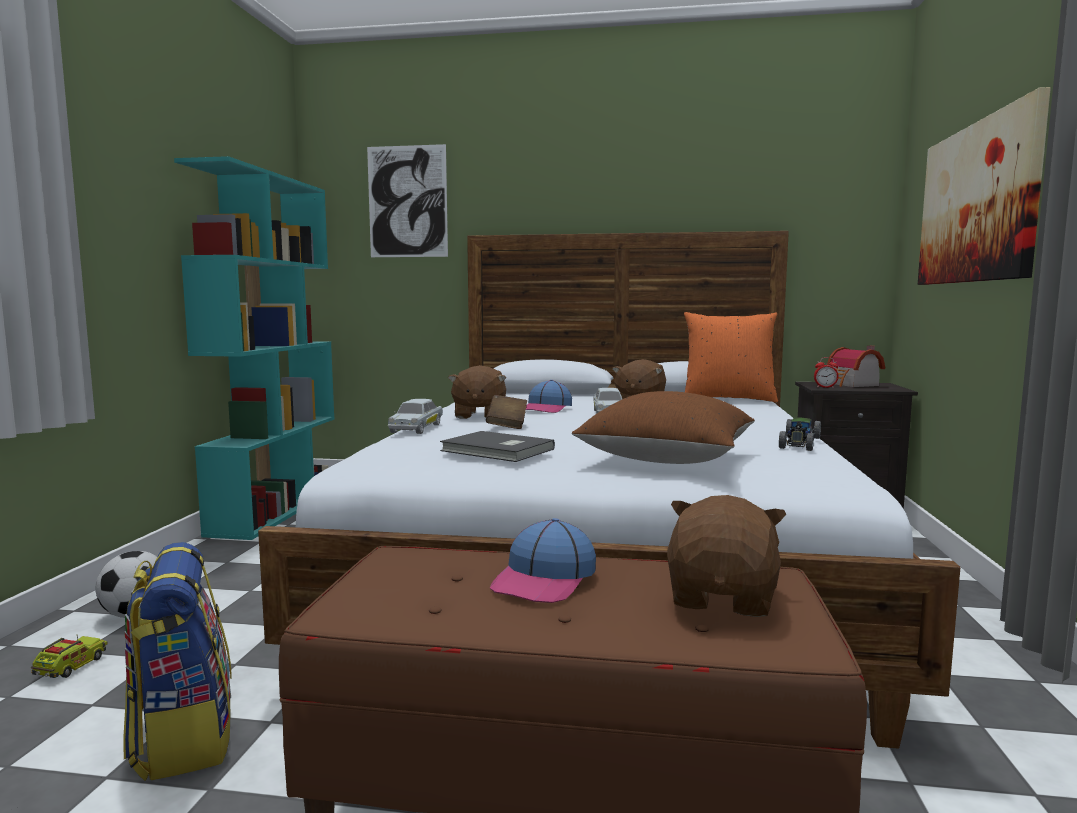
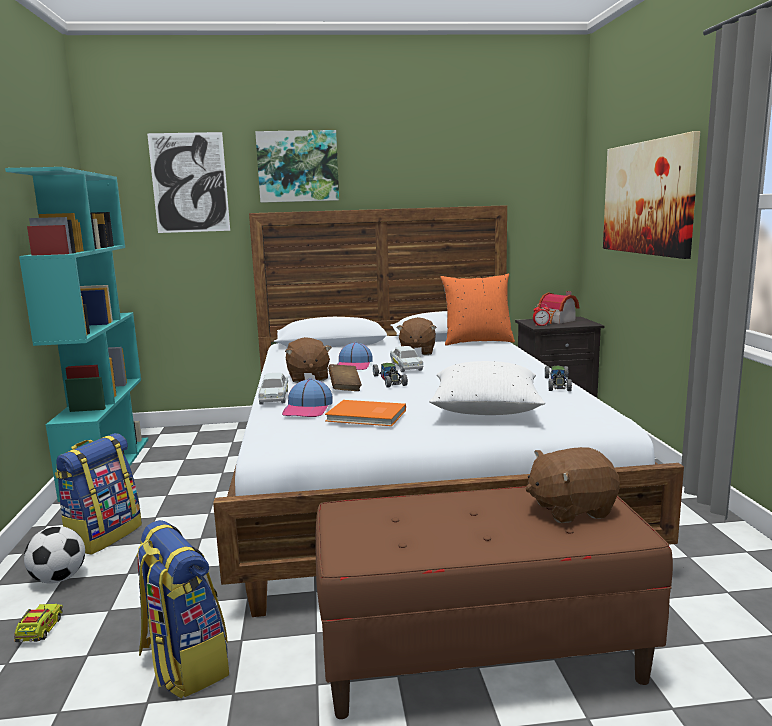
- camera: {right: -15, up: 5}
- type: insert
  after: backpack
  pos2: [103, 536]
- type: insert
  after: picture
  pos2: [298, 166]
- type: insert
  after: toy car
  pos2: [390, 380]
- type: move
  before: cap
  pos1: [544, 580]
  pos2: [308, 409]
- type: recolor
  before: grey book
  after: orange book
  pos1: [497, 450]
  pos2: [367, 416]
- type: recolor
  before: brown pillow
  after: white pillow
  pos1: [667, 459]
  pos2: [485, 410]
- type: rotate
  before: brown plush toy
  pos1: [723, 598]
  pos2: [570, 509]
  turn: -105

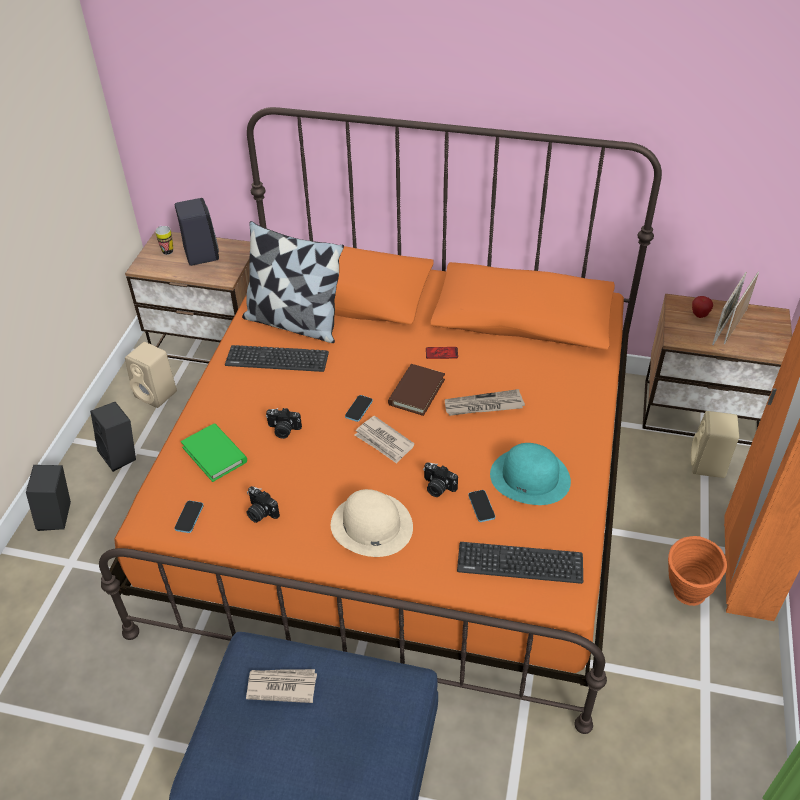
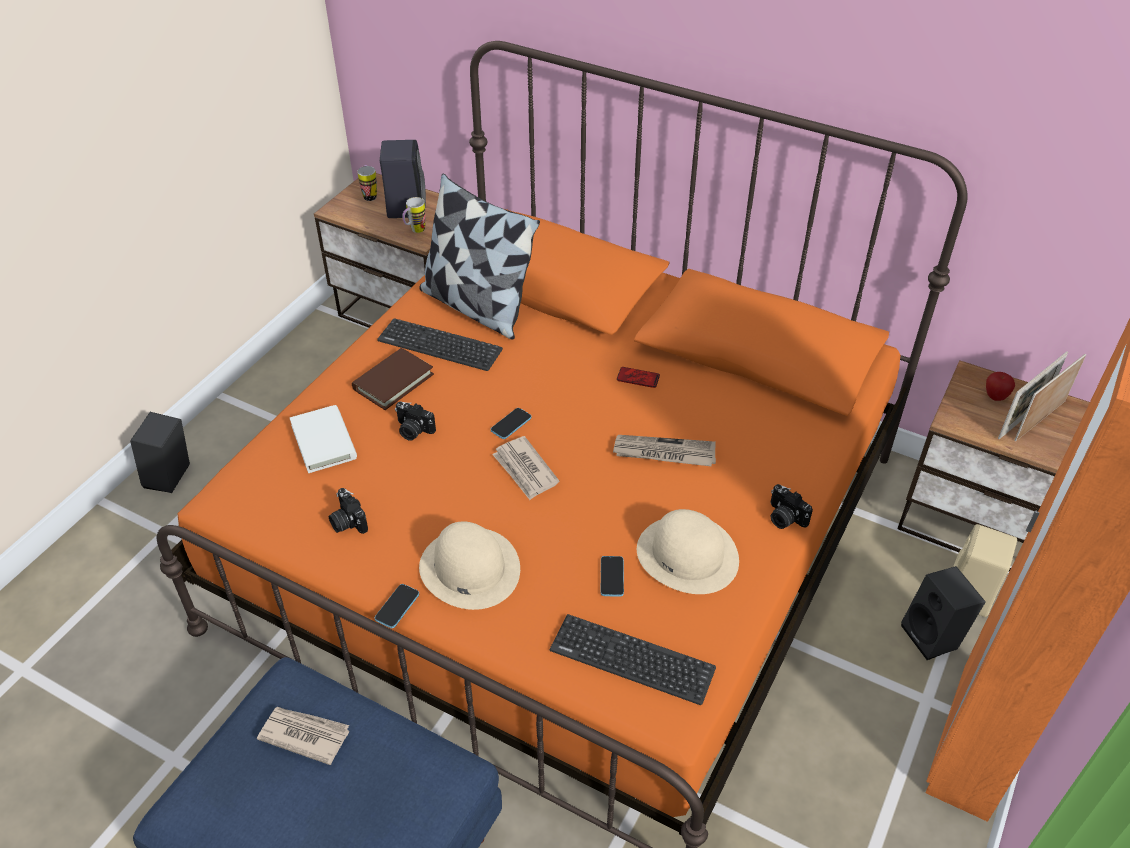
- camera: {right: 15, up: 0}
- type: delete
  before: beige speaker
  pos1: [157, 394]
- type: delete
  before: orange vase
  pos1: [684, 597]
- type: insert
  after: mug
  pos2: [415, 231]
- type: move
  before: black speaker
  pos1: [121, 455]
  pos2: [934, 637]
- type: move
  before: phone
  pos1: [189, 517]
  pos2: [397, 607]
- type: move
  before: brown book
  pos1: [416, 392]
  pos2: [393, 381]
- type: move
  before: photo camera
  pos1: [437, 487]
  pos2: [784, 518]
- type: recolor
  before: green book
  after: white book
  pos1: [214, 454]
  pos2: [324, 442]
- type: recolor
  before: turquoise hat
  after: beige hat
  pos1: [530, 477]
  pos2: [688, 555]

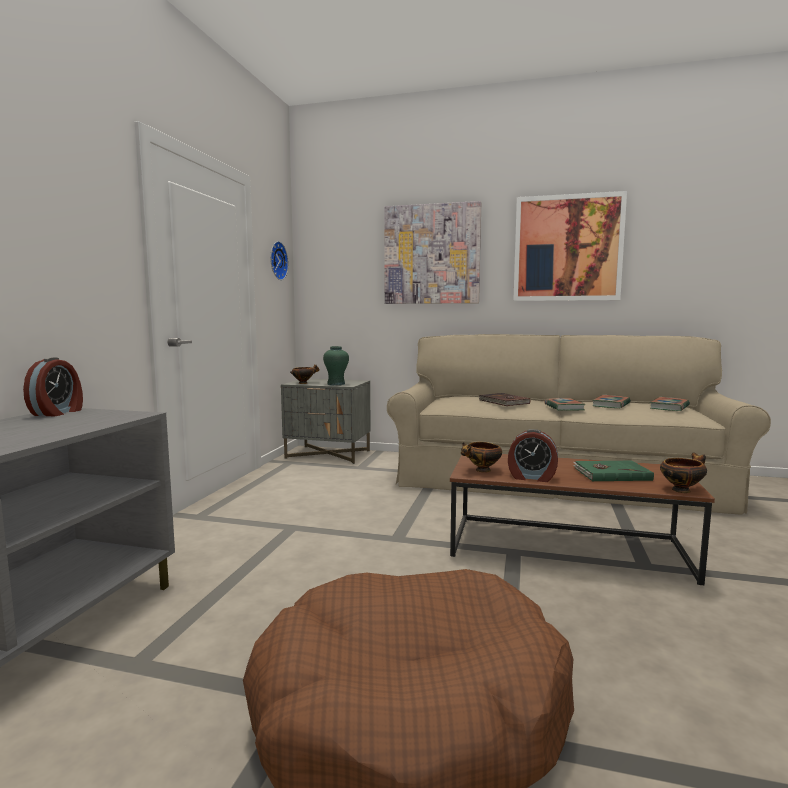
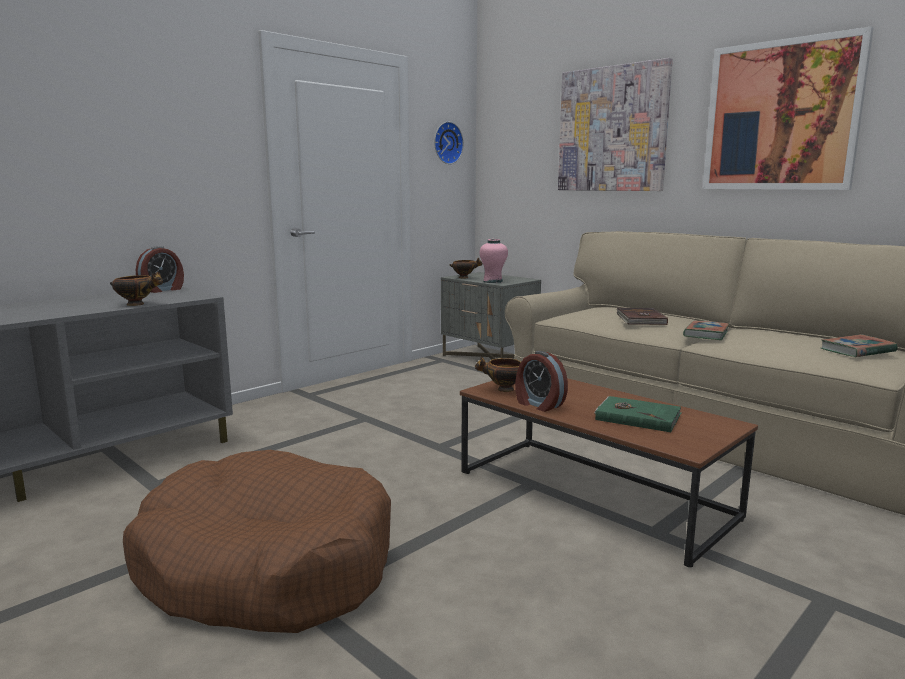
- camera: {right: 30, up: 5}
- type: delete
  before: book
  pos1: [611, 405]
- type: move
  before: bowl
  pos1: [682, 490]
  pos2: [137, 304]
- type: recolor
  before: green vase
  after: pink vase
  pos1: [336, 384]
  pos2: [493, 281]

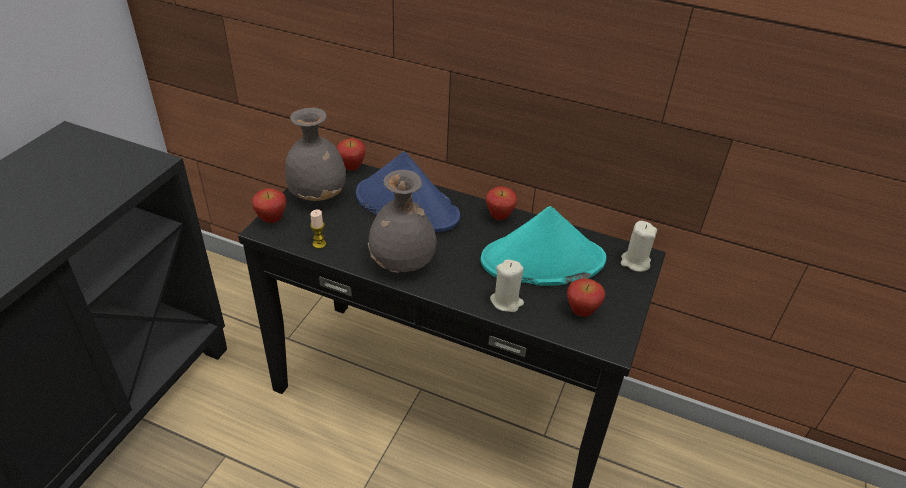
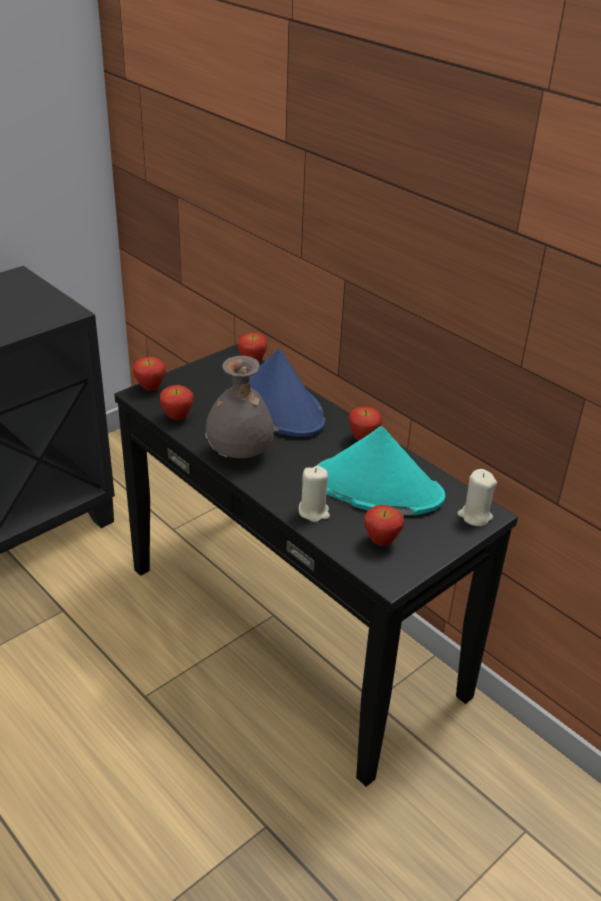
- camera: {right: 25, up: -5}
- type: delete
  before: grey vase
  pos1: [319, 195]
- type: replace
  before: candle
  after: apple
  pos1: [319, 244]
  pos2: [177, 418]

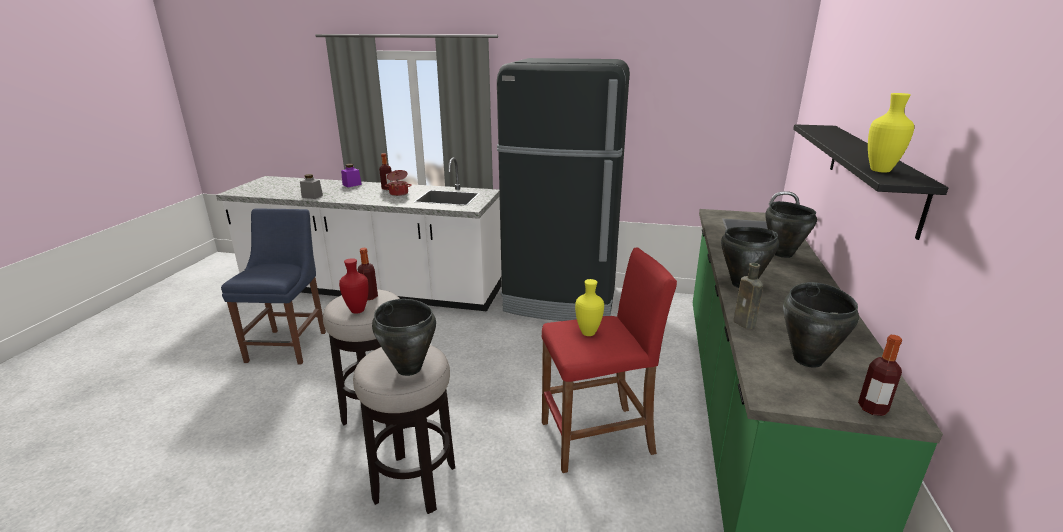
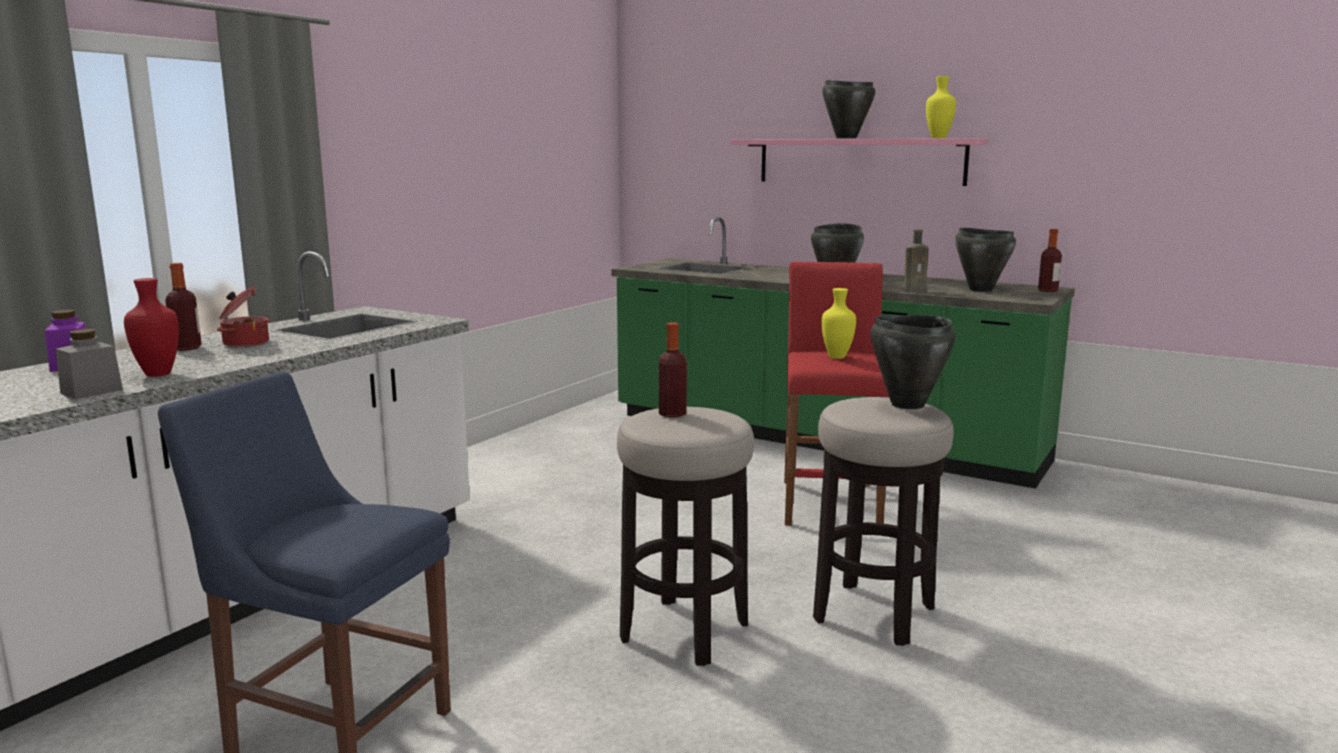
- camera: {right: -70, up: -10}
- type: delete
  before: black fridge
  pos1: [561, 300]
- type: move
  before: red vase
  pos1: [357, 310]
  pos2: [156, 374]
- type: move
  before: black cooking pot
  pos1: [782, 254]
  pos2: [845, 138]
- type: recolor
  before: black shelf
  after: pink shelf
  pos1: [872, 173]
  pos2: [859, 161]

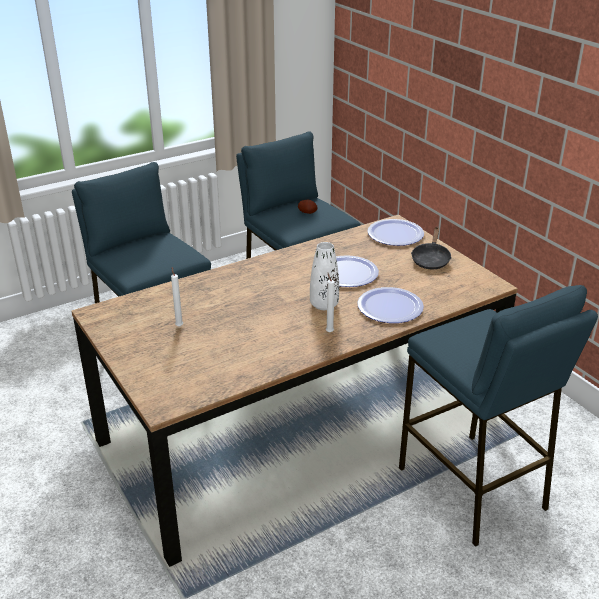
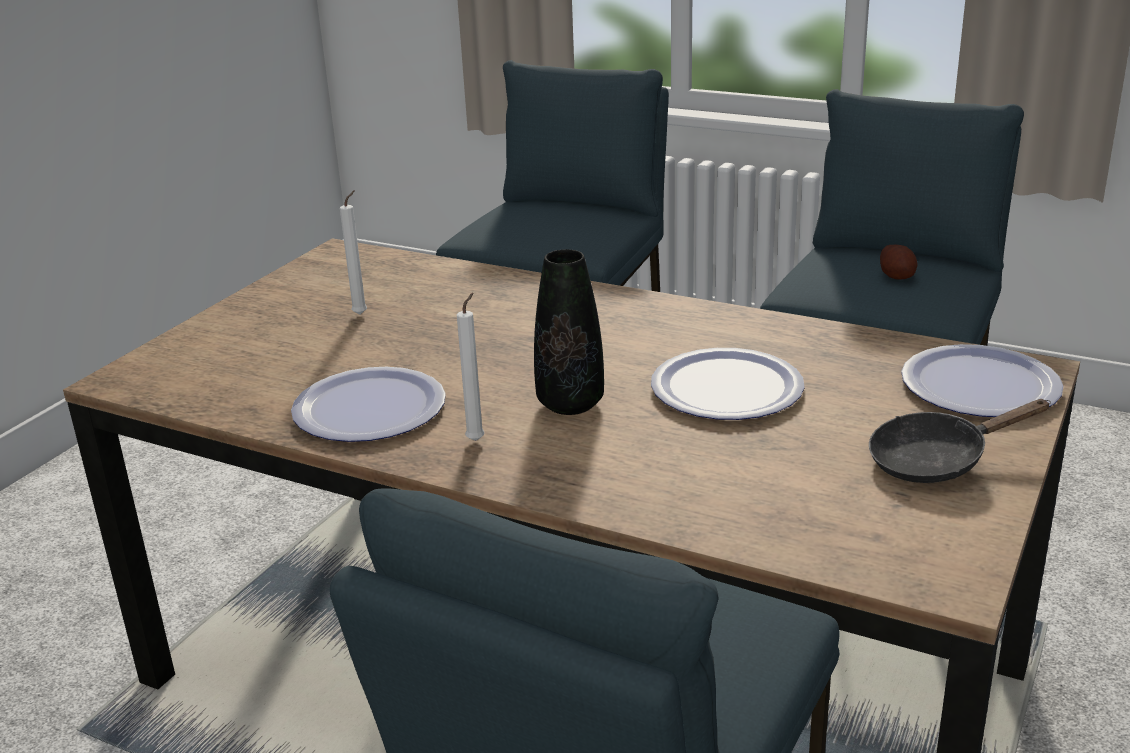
- camera: {right: 60, up: -5}
- type: move
  before: plate
  pos1: [390, 307]
  pos2: [369, 408]
- type: recolor
  before: white vase
  after: black vase
  pos1: [324, 305]
  pos2: [570, 404]

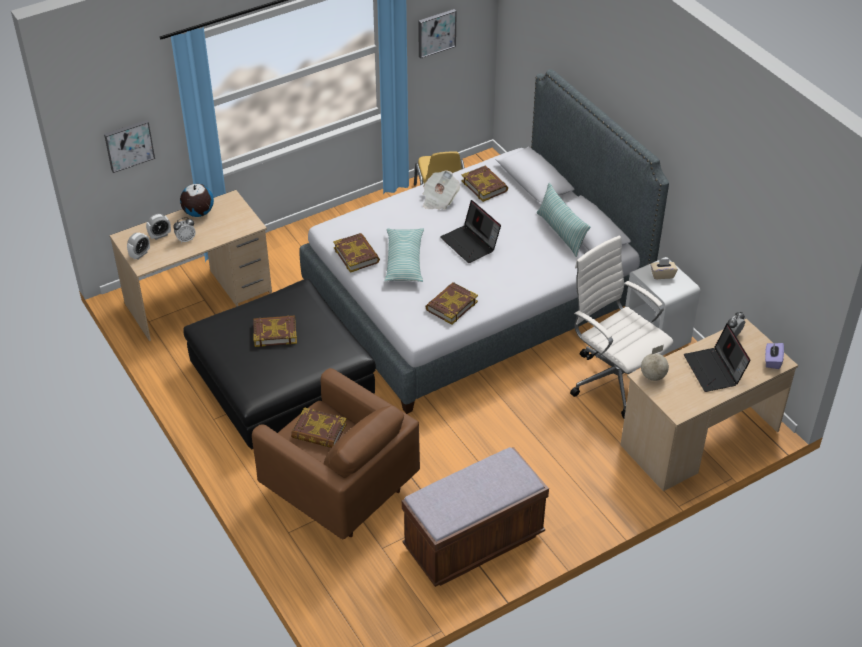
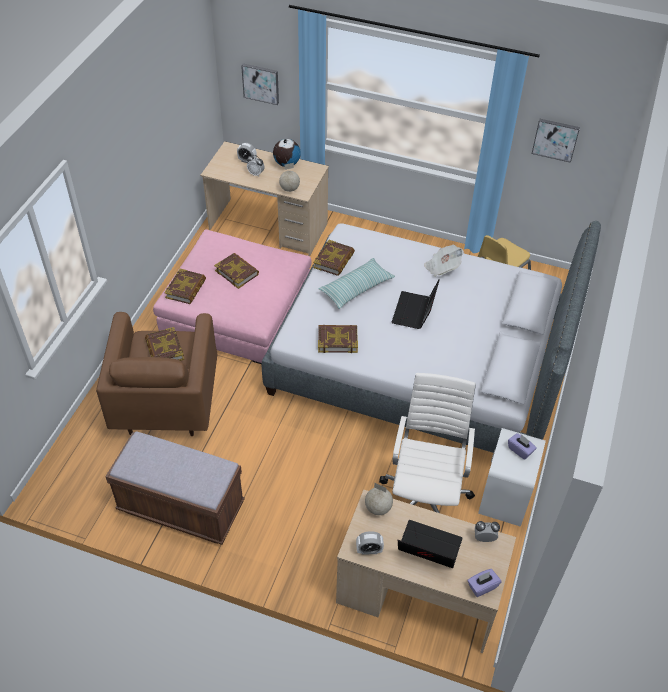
- camera: {right: 50, up: 5}
- type: delete
  before: pillow
  pos1: [561, 233]
- type: insert
  after: globe
  pos2: [290, 189]
- type: move
  before: alarm clock
  pos1: [140, 254]
  pos2: [369, 550]
- type: move
  before: book
  pos1: [484, 186]
  pos2: [186, 289]
- type: recolor
  before: black ottoman
  after: pink ottoman
  pos1: [281, 380]
  pos2: [237, 311]
- type: recolor
  before: beige tissue box
  after: purple tissue box
  pos1: [662, 274]
  pos2: [520, 450]
- type: rotate
  before: laptop
  pos1: [714, 370]
  pos2: [427, 548]
  turn: 75

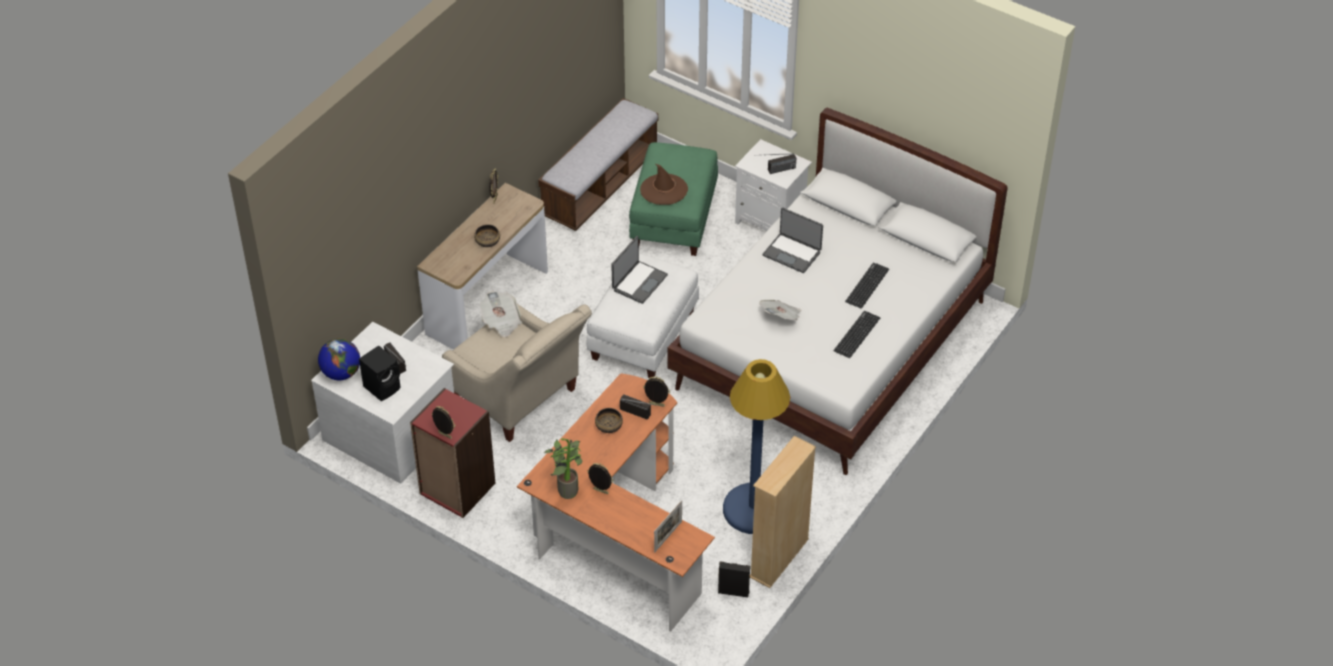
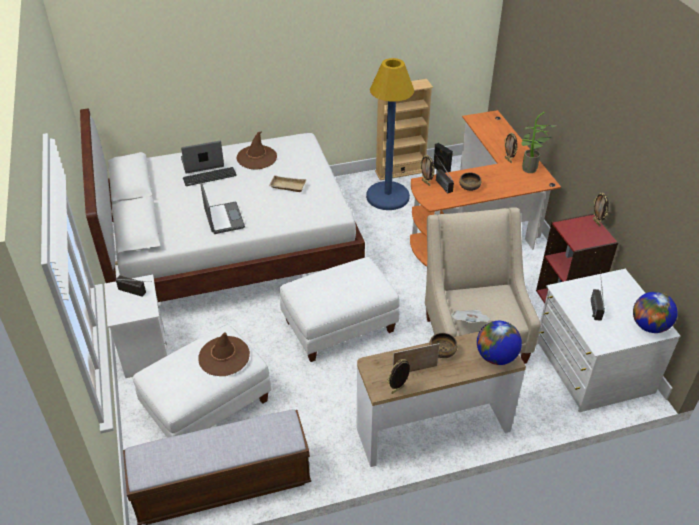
- camera: {right: -140, up: -5}
- type: delete
  before: black speaker
  pos1: [383, 387]
- type: insert
  after: globe
  pos2: [496, 357]
- type: move
  before: laptop
  pos1: [639, 282]
  pos2: [202, 163]
- type: move
  before: picture frame
  pos1: [668, 536]
  pos2: [414, 370]
- type: replace
  before: newspaper
  after: beige tray
  pos1: [781, 317]
  pos2: [287, 186]
- type: replace
  before: keyboard
  after: brown hat
  pos1: [857, 334]
  pos2: [257, 157]
- type: recolor
  before: green ottoman
  after: white ottoman
  pos1: [673, 218]
  pos2: [207, 406]

